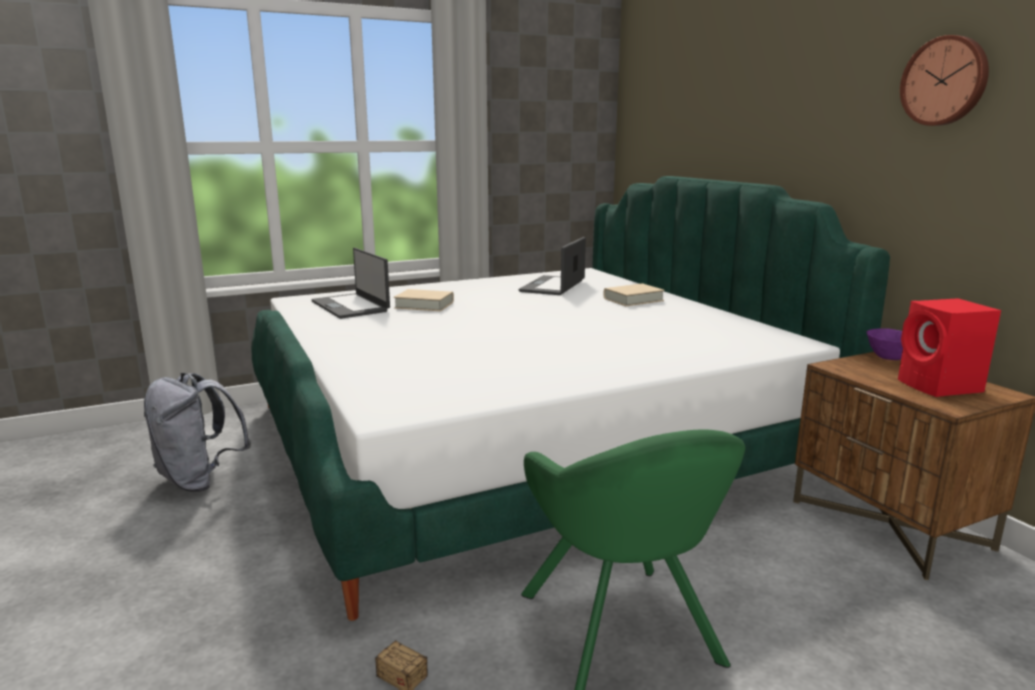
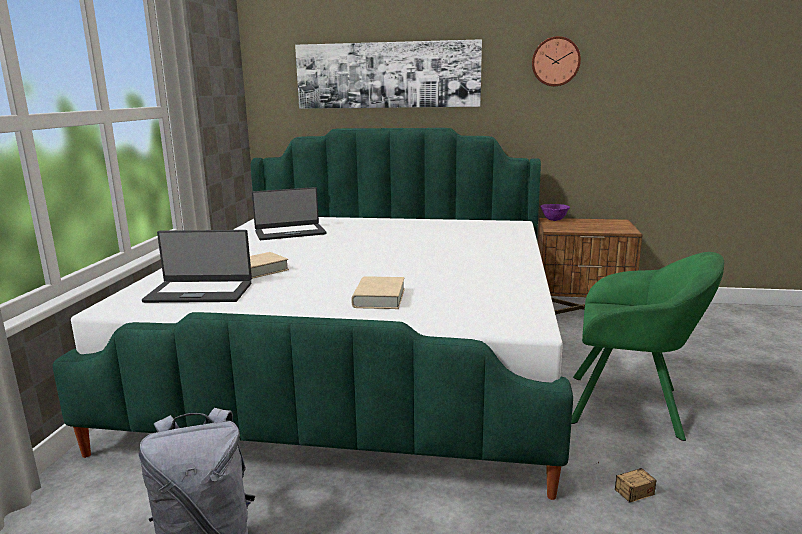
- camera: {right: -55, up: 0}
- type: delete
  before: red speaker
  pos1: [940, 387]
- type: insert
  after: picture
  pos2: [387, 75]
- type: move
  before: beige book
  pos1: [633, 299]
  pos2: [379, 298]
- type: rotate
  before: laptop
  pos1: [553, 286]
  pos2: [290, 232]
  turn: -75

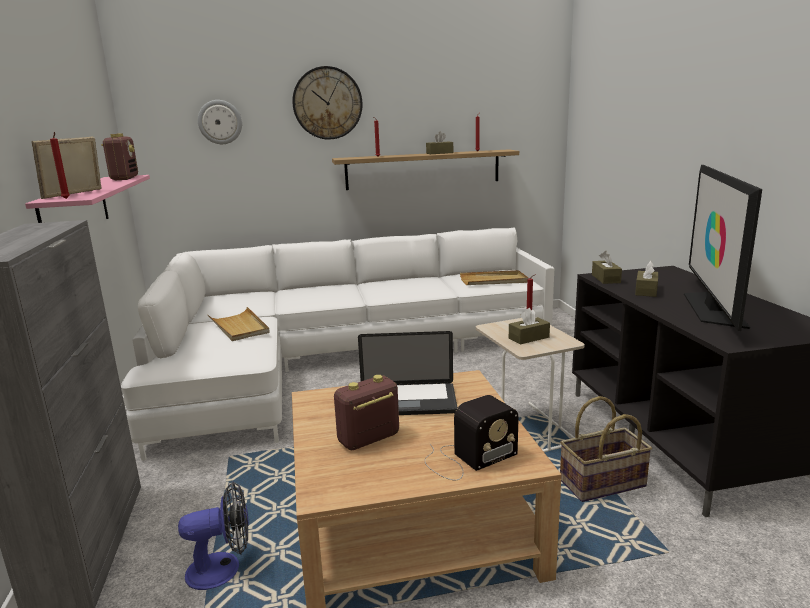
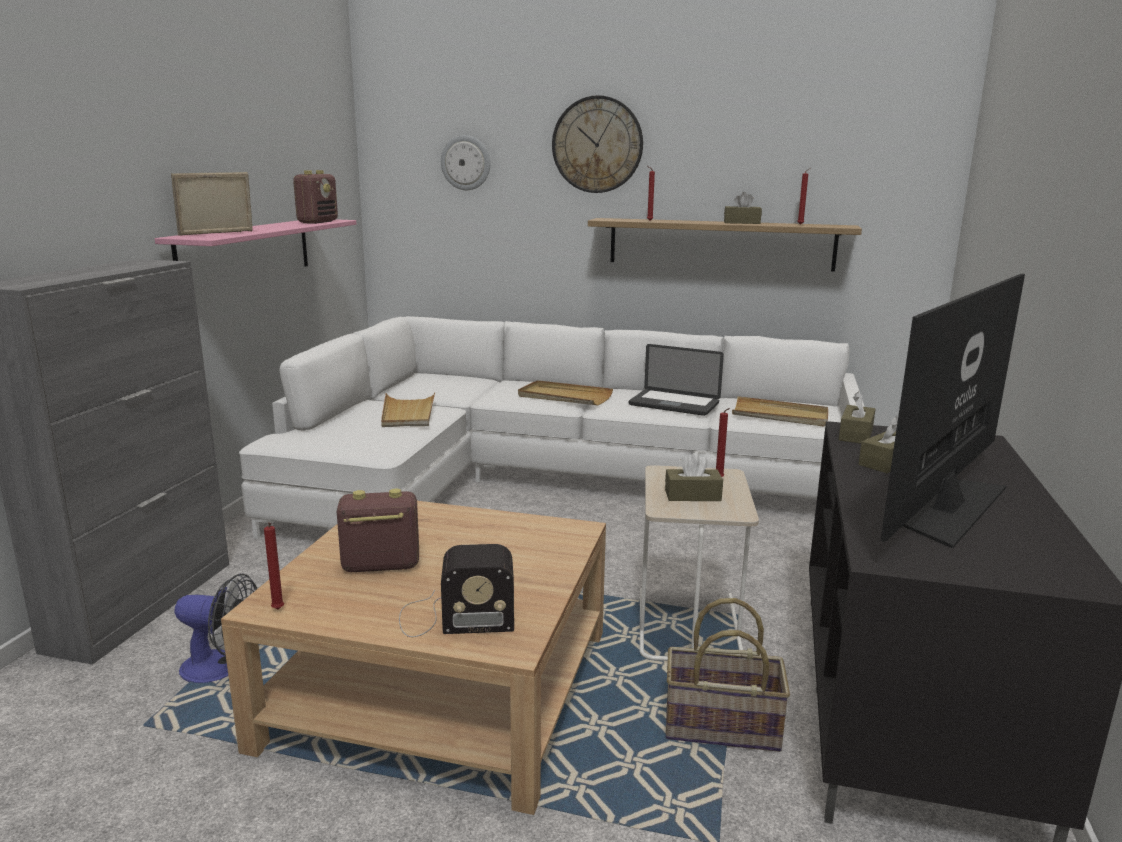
- camera: {right: 25, up: 0}
- type: insert
  after: beige tray
  pos2: [564, 397]
- type: move
  before: red candle
  pos1: [66, 199]
  pos2: [278, 610]
- type: move
  before: laptop
  pos1: [407, 401]
  pos2: [674, 404]

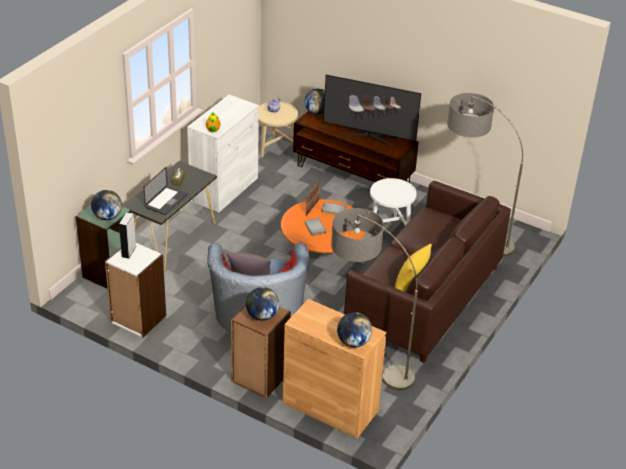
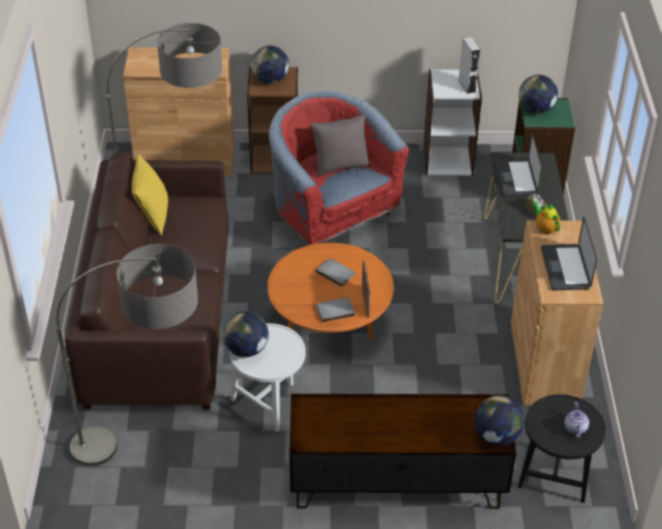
- camera: {right: 150, up: 5}
- type: delete
  before: television
  pos1: [369, 136]
- type: insert
  after: laptop
  pos2: [565, 268]
- type: move
  before: globe
  pos1: [353, 342]
  pos2: [246, 349]
- type: recolor
  before: white cabinet
  after: brown cabinet
  pos1: [224, 189]
  pos2: [544, 362]
- type: recolor
  before: beige side table
  after: black side table
  pos1: [275, 150]
  pos2: [554, 476]

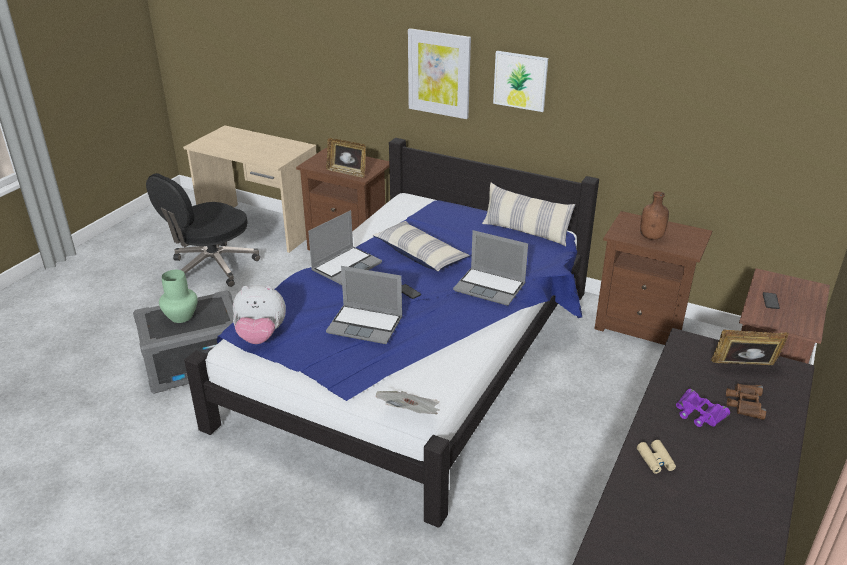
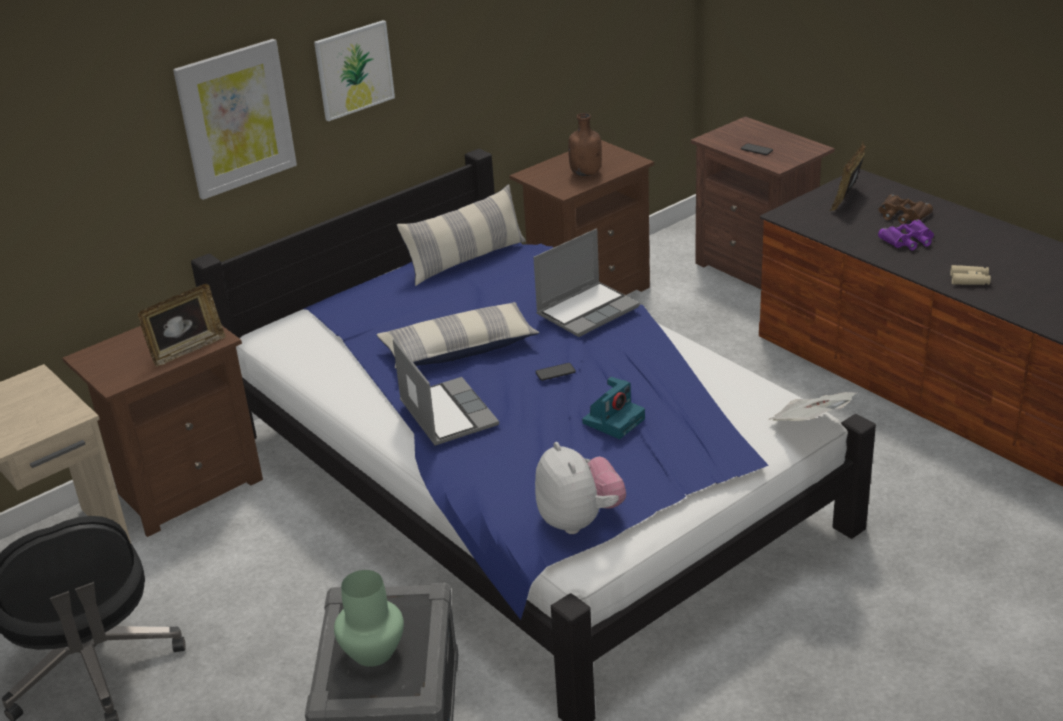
- camera: {right: -65, up: 0}
- type: replace
  before: laptop
  after: photo camera
  pos1: [366, 325]
  pos2: [614, 420]
- type: rotate
  before: plush toy
  pos1: [261, 336]
  pos2: [579, 520]
  turn: -45

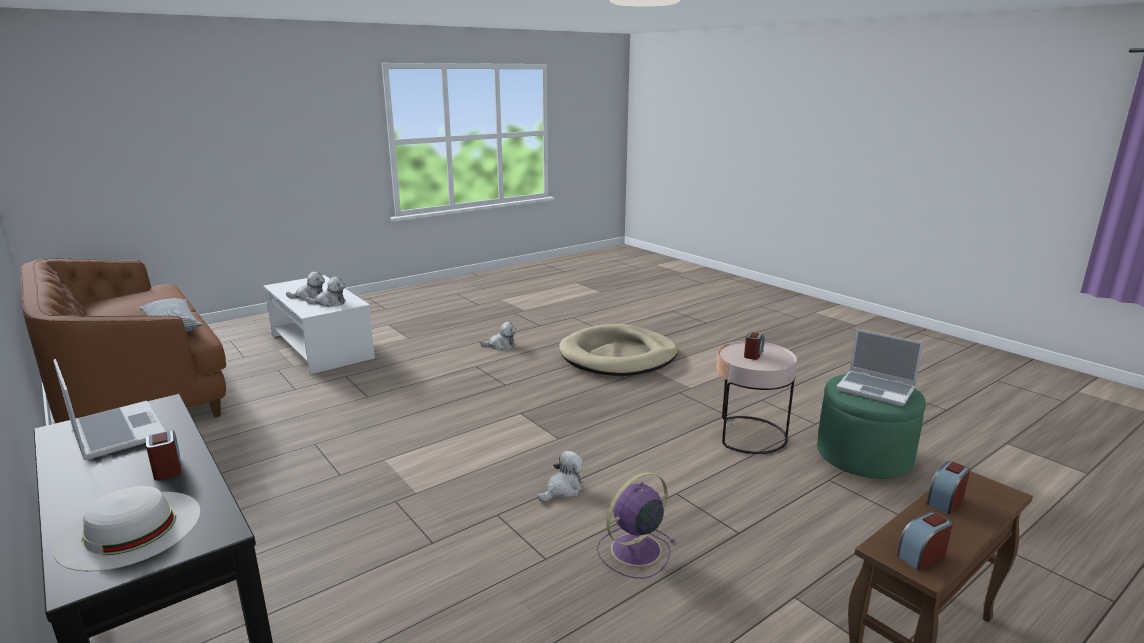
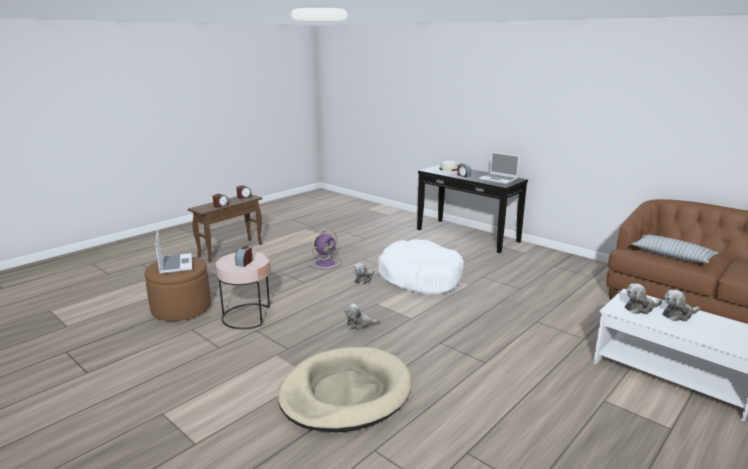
- camera: {right: 170, up: 0}
- type: insert
  after: white dog bed
  pos2: [420, 278]
- type: move
  before: plush toy
  pos1: [501, 345]
  pos2: [360, 325]
- type: recolor
  before: green ottoman
  after: brown ottoman
  pos1: [863, 456]
  pos2: [181, 309]
- type: rotate
  before: laptop
  pos1: [876, 389]
  pos2: [175, 264]
  turn: 45

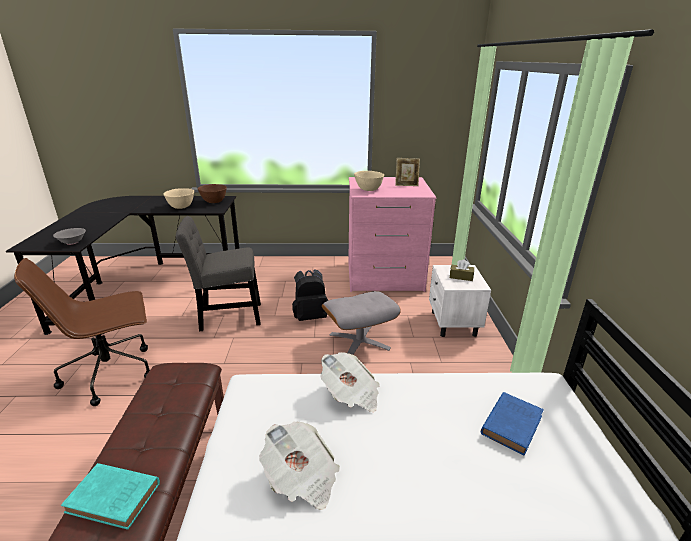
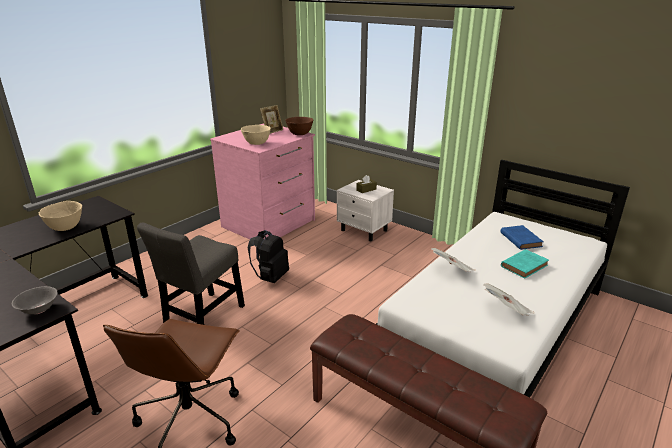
- camera: {right: -50, up: 0}
- type: delete
  before: grey ottoman
  pos1: [359, 341]
- type: move
  before: turquoise book
  pos1: [115, 498]
  pos2: [525, 265]
- type: move
  before: brown bowl
  pos1: [213, 202]
  pos2: [299, 134]

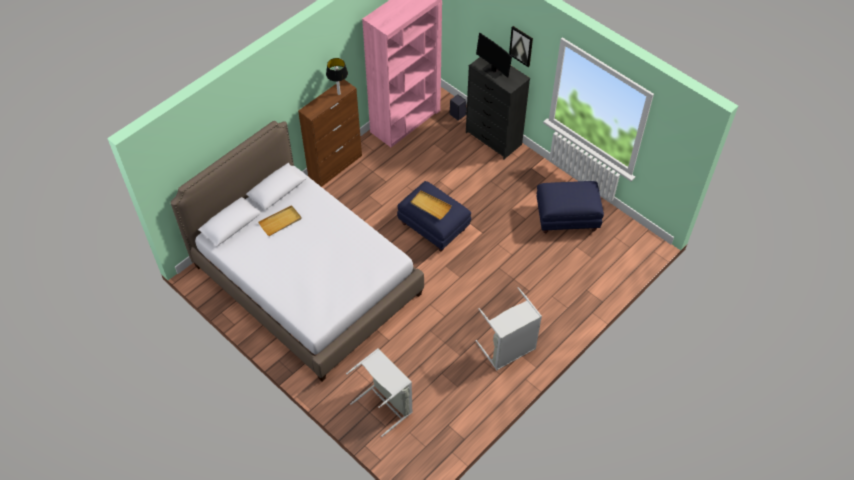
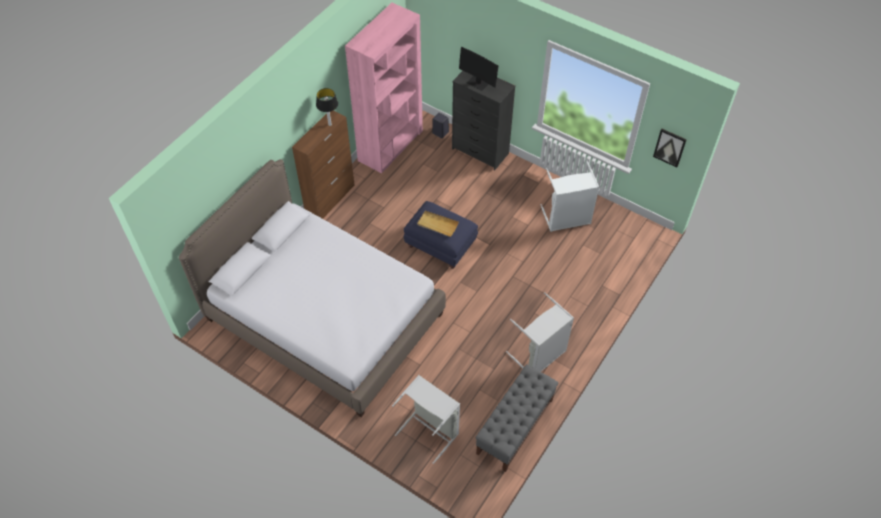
- camera: {right: -10, up: 0}
- type: delete
  before: beige tray
  pos1: [280, 221]
- type: insert
  after: grey bench
  pos2: [515, 427]
- type: move
  before: picture
  pos1: [521, 46]
  pos2: [670, 147]
- type: replace
  before: blue ottoman
  after: white laundry basket
  pos1: [566, 218]
  pos2: [567, 219]

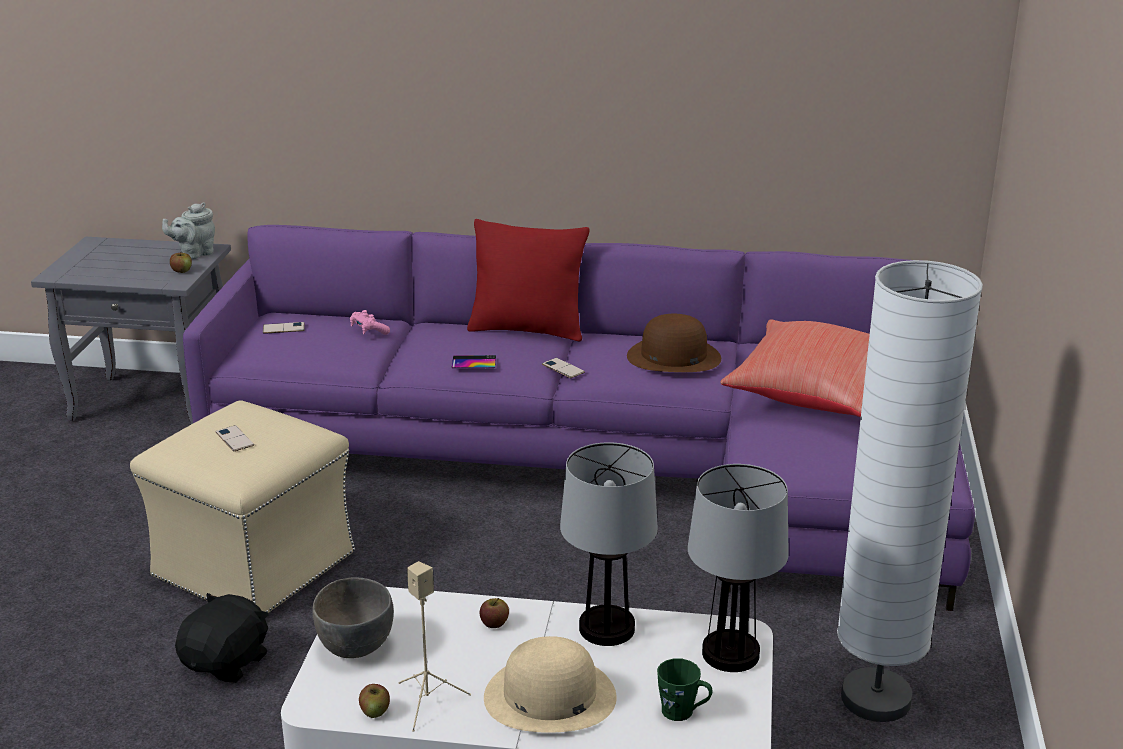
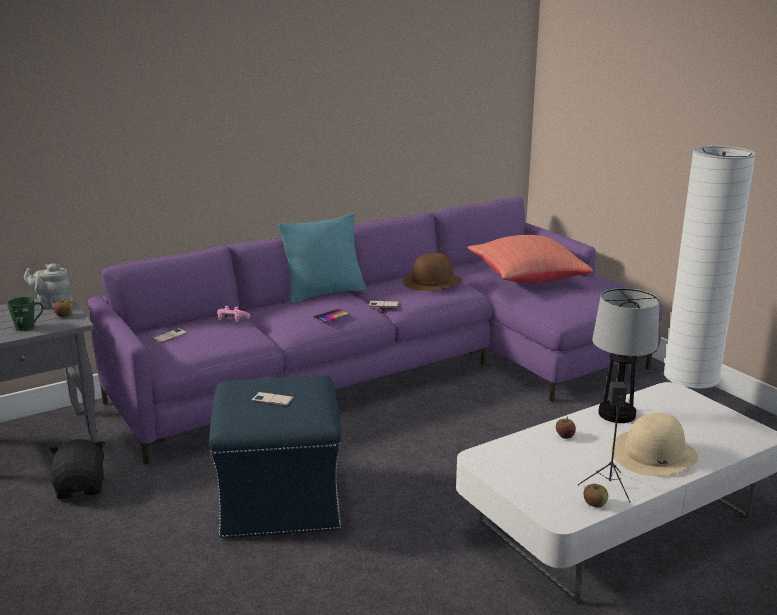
- camera: {right: -40, up: -5}
- type: delete
  before: grey bowl
  pos1: [356, 646]
- type: delete
  before: table lamp
  pos1: [732, 654]
- type: move
  before: black plush toy
  pos1: [227, 662]
  pos2: [81, 487]
- type: move
  before: green mug
  pos1: [683, 712]
  pos2: [29, 326]
- type: recolor
  before: beige ottoman
  after: blue ottoman
  pos1: [253, 566]
  pos2: [280, 502]
- type: recolor
  before: beige speaker
  after: black speaker
  pos1: [428, 702]
  pos2: [609, 485]
- type: recolor
  before: red pillow
  after: turquoise pillow
  pos1: [527, 330]
  pos2: [324, 293]
- type: rotate
  before: grey teapot
  pos1: [194, 254]
  pos2: [52, 304]
  turn: 90

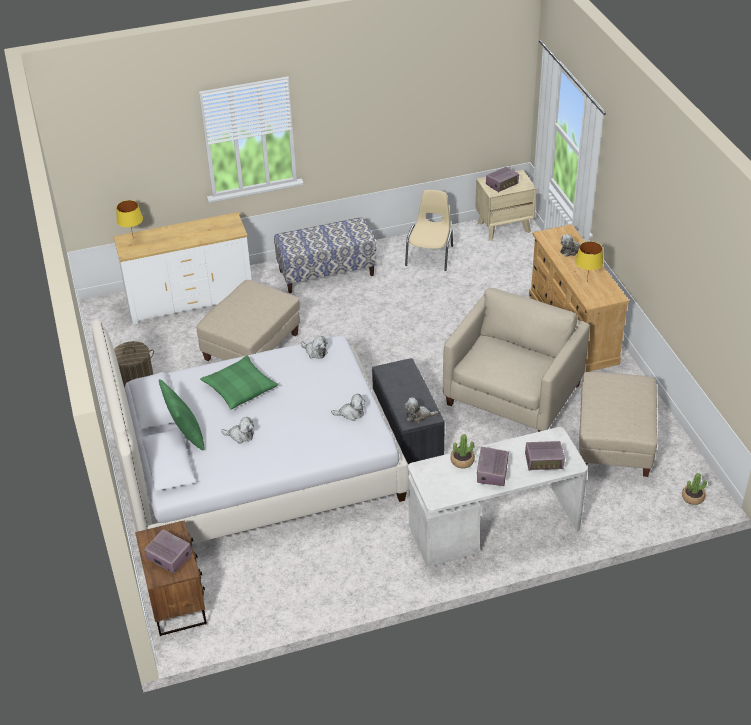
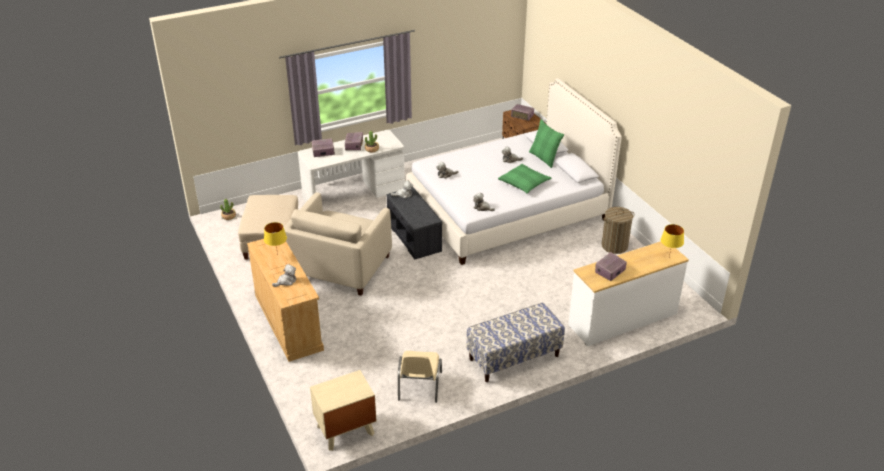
- camera: {right: 170, up: -5}
- type: delete
  before: beige ottoman
  pos1: [252, 347]
- type: move
  before: radio
  pos1: [502, 184]
  pos2: [609, 271]

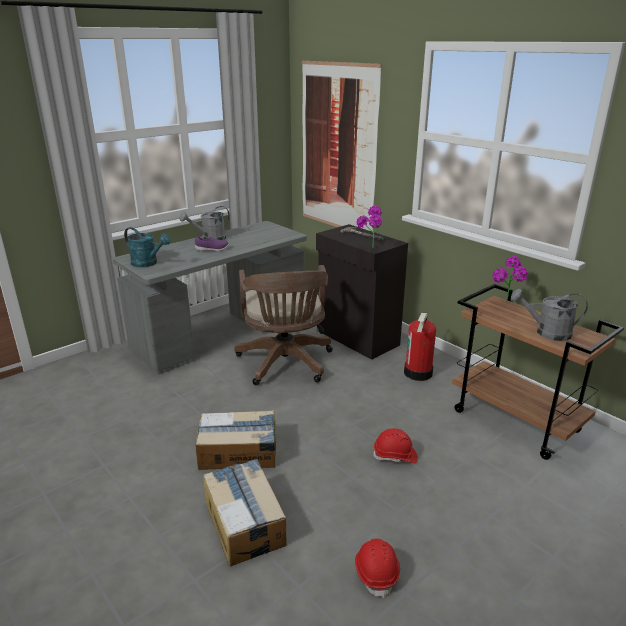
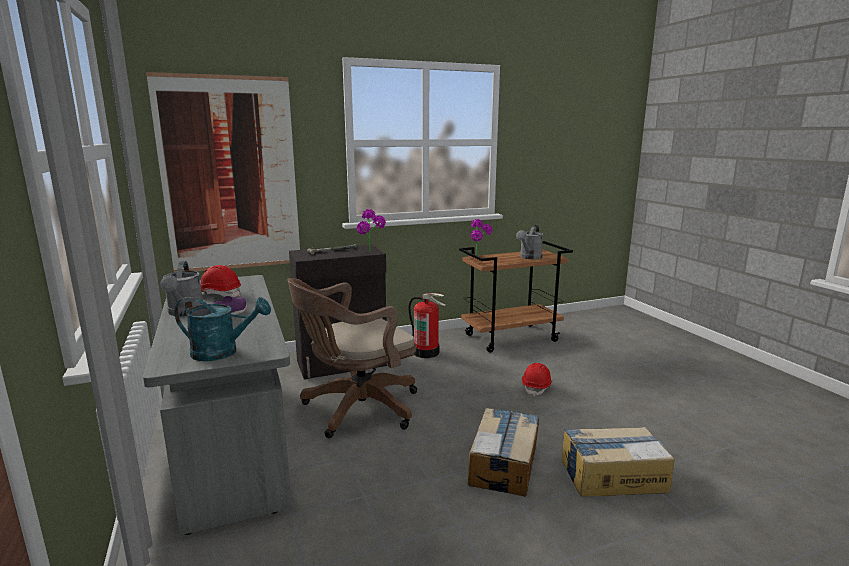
- camera: {right: -70, up: -10}
- type: move
  before: red hard hat
  pos1: [376, 572]
  pos2: [219, 295]
- type: rotate
  before: turquoise watering can
  pos1: [148, 263]
  pos2: [223, 352]
  turn: 45
- type: rotate
  before: brown office chair
  pos1: [285, 364]
  pos2: [356, 409]
  turn: 135

